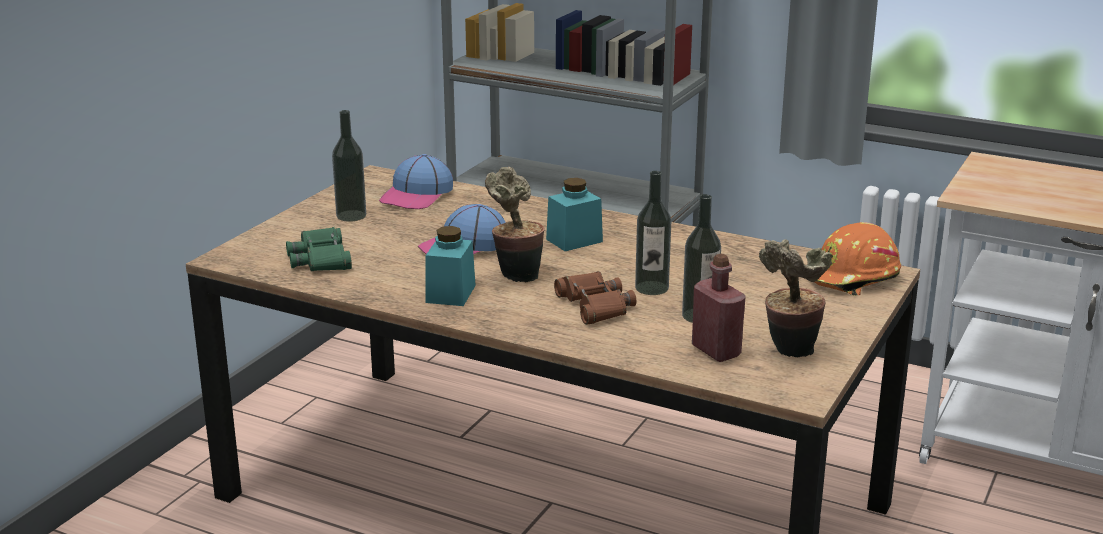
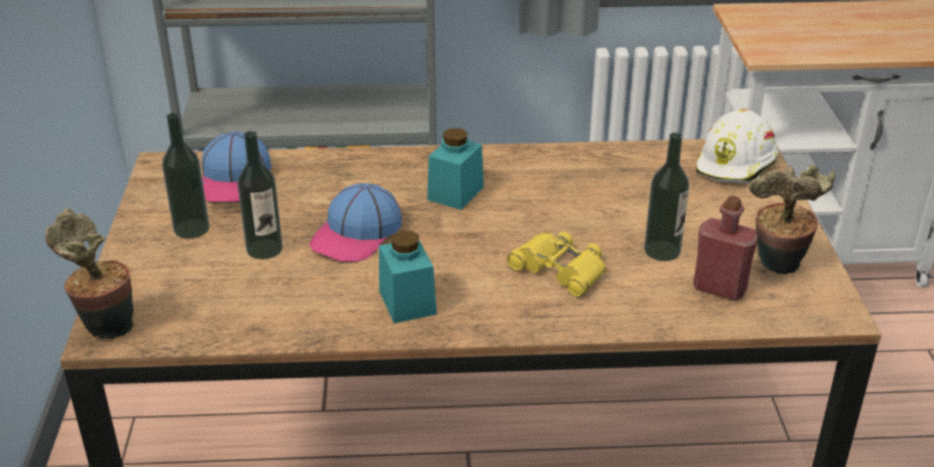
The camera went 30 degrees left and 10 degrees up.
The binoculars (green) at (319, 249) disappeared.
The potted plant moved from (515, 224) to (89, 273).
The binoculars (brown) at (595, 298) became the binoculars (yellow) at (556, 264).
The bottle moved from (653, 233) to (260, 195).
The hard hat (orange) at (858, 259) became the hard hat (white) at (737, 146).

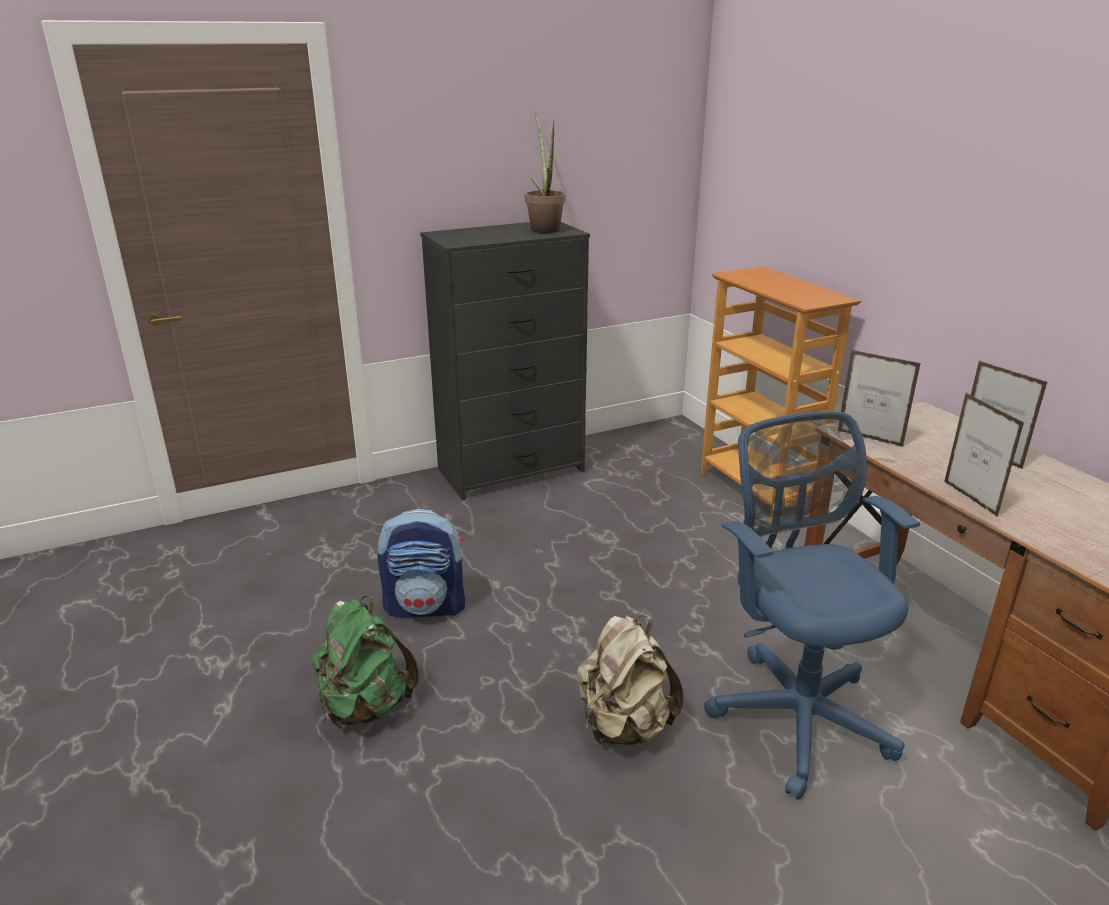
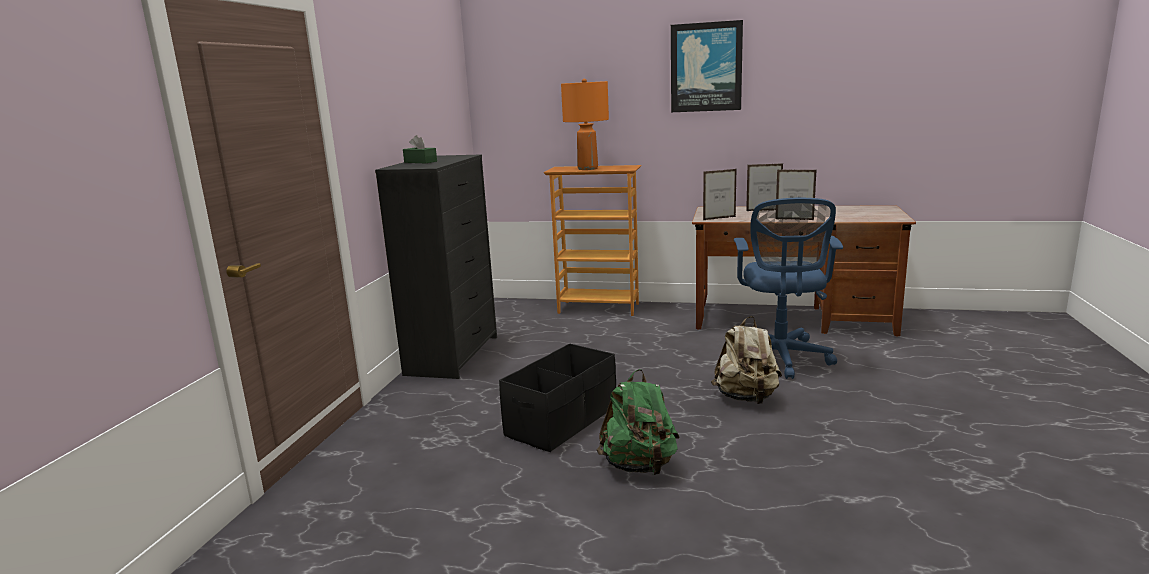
The camera went 50 degrees left and 10 degrees down.
The backpack at (421, 562) was replaced by the storage box (black) at (557, 397).
The potted plant at (545, 172) disappeared.
The office chair (blue) at (812, 605) turned 105 degrees counterclockwise.
The tissue box (green) at (420, 149) appeared.
The table lamp (orange) at (585, 124) appeared.
The picture at (707, 66) appeared.

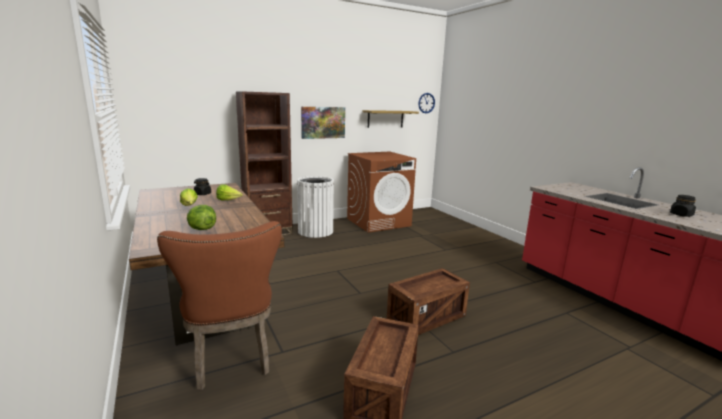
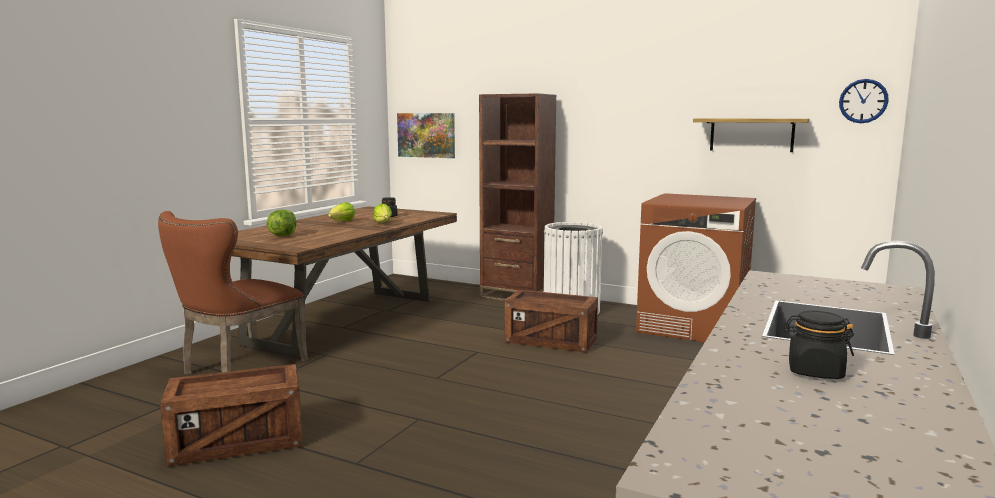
The camera went 55 degrees right and 5 degrees down.
The picture moved from (323, 123) to (426, 135).
The crate moved from (428, 301) to (551, 321).

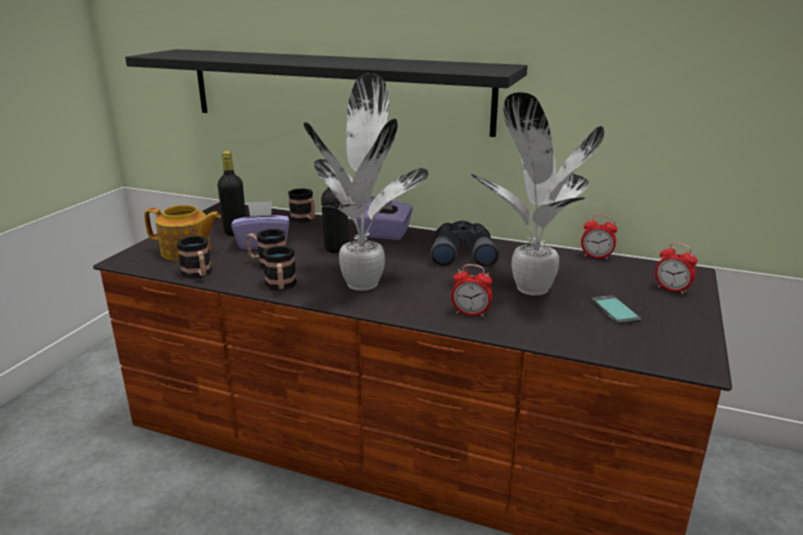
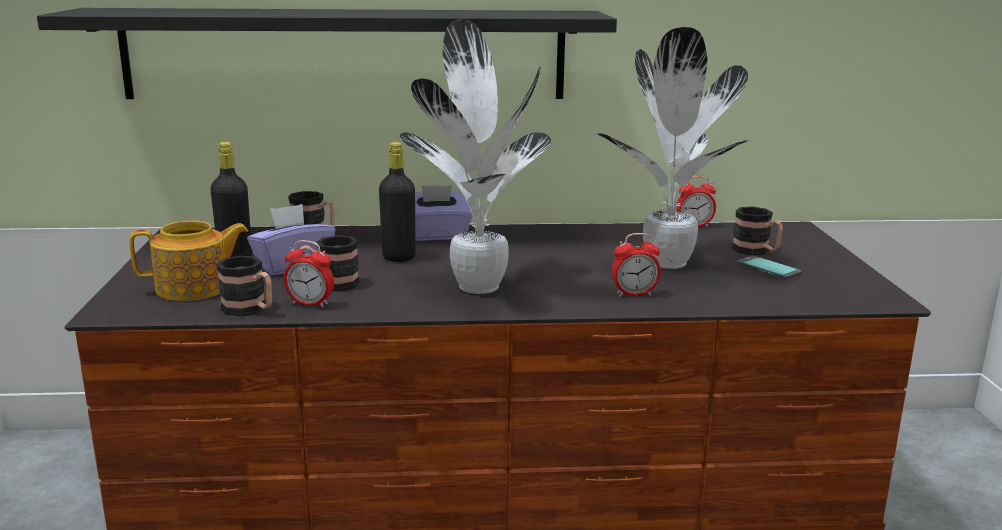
The camera went 25 degrees left and 5 degrees down.
The mug moved from (279, 268) to (757, 231).
The binoculars (grey) at (464, 244) disappeared.
The alarm clock moved from (676, 269) to (309, 274).

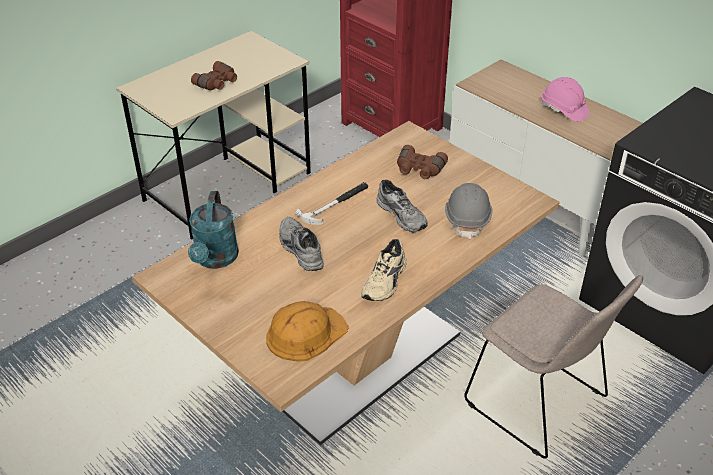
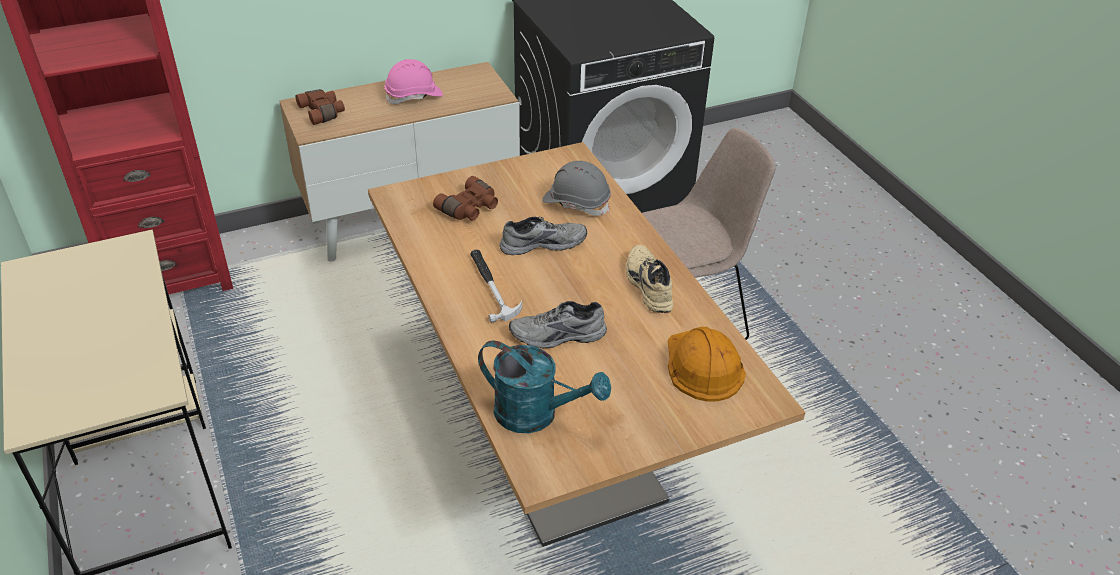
The camera went 70 degrees left and 0 degrees up.
The binoculars (brown) moved from (214, 75) to (320, 107).
The shoe (beige) at (384, 270) turned 150 degrees counterclockwise.

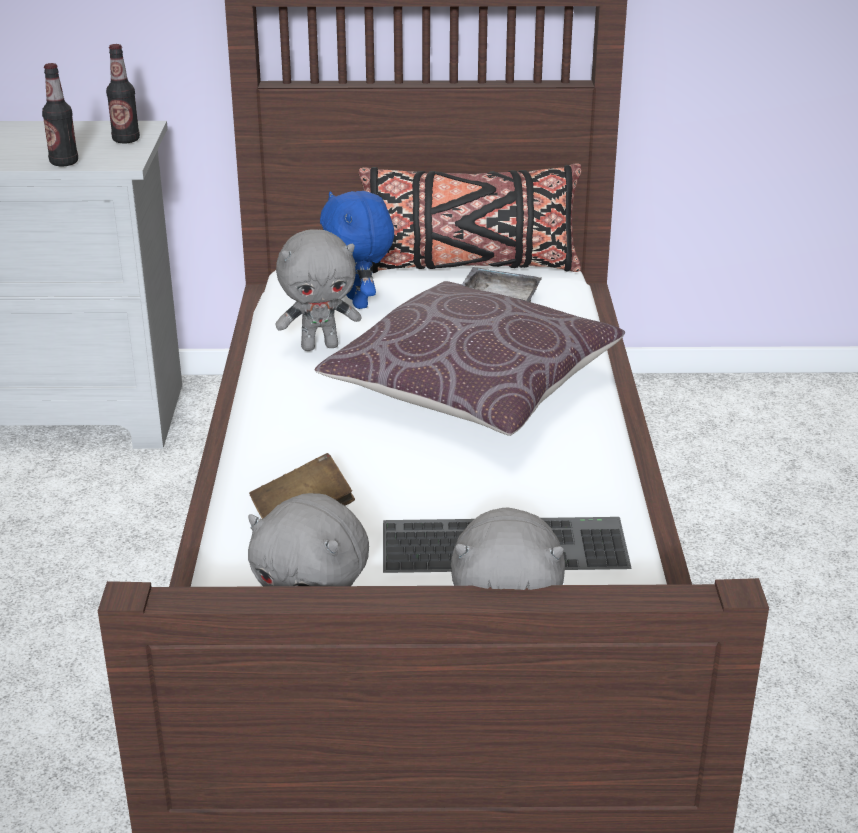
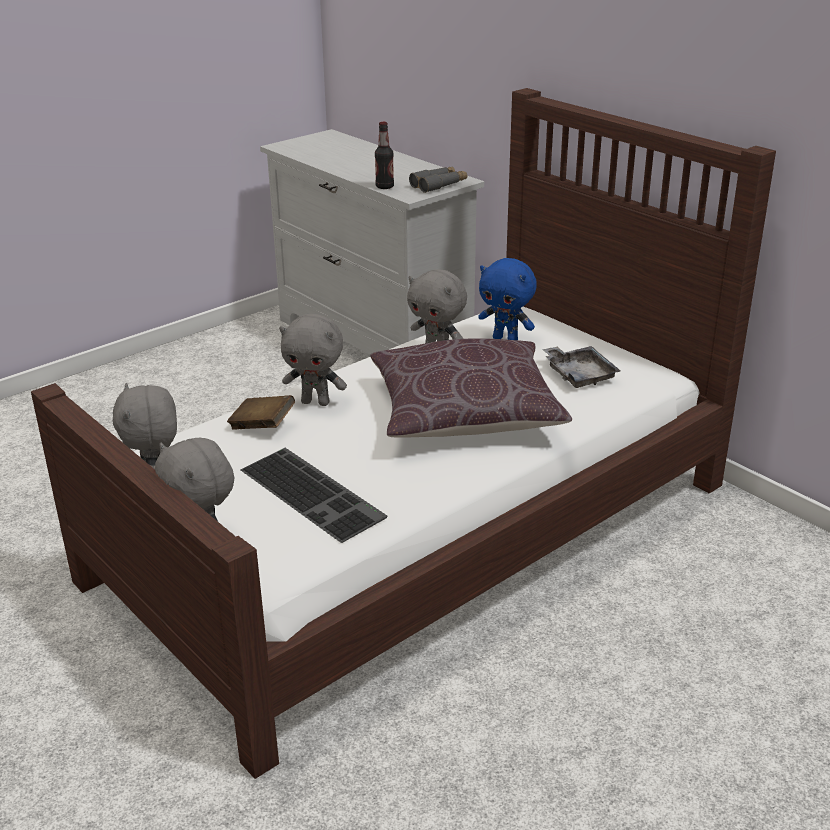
The camera went 50 degrees right and 0 degrees up.
The bottle at (123, 94) was replaced by the binoculars (grey) at (438, 180).
The plush toy (blue) at (357, 250) turned 90 degrees counterclockwise.
The pillow (black) at (470, 218) disappeared.
The plush toy (grey) at (313, 360) appeared.

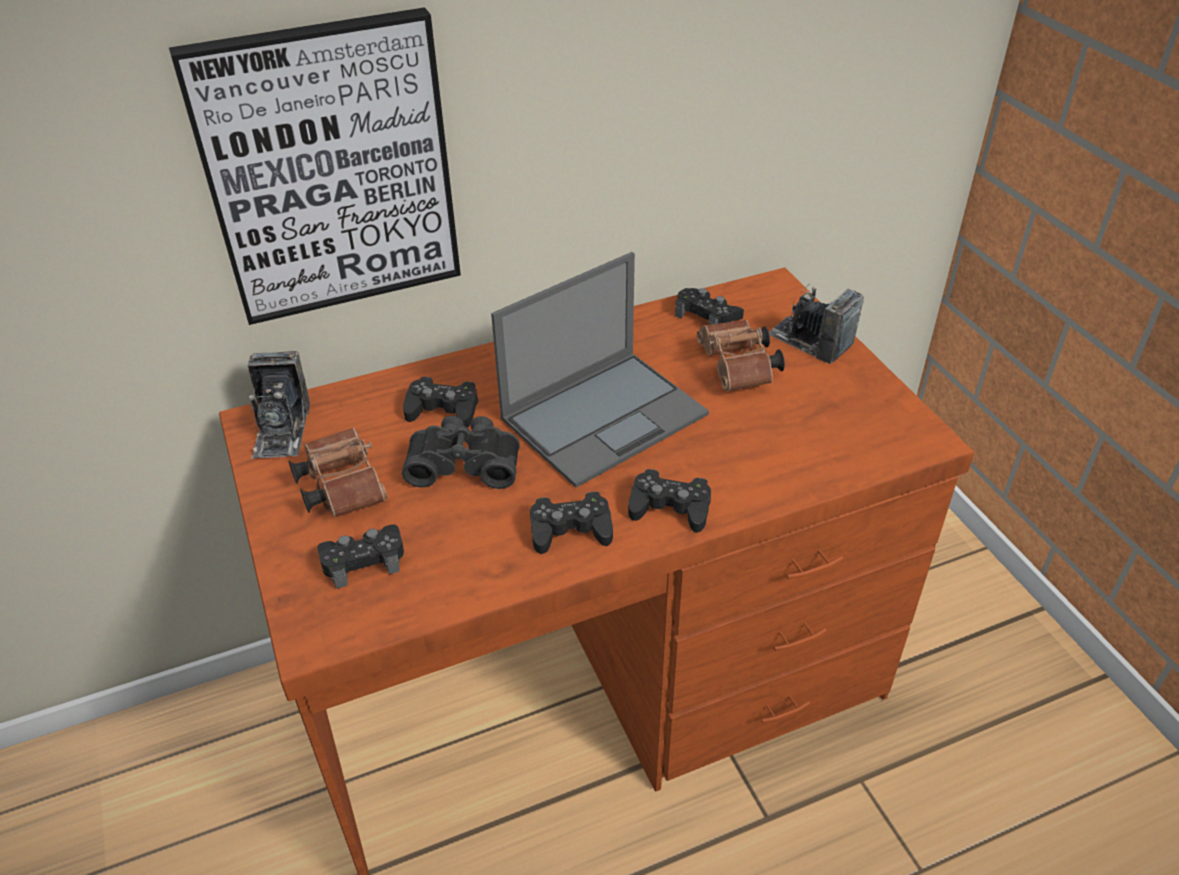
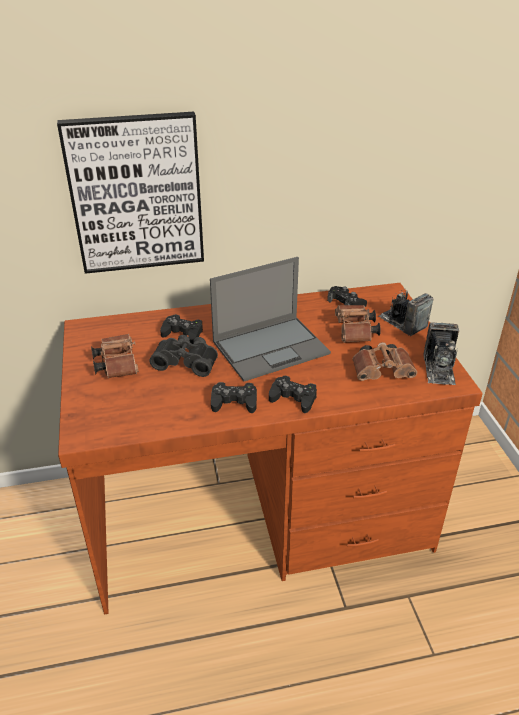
The camera went 10 degrees right and 5 degrees down.
The photo camera moved from (279, 405) to (441, 353).
The game controller (black) at (360, 556) disappeared.
The binoculars (brown) at (385, 361) appeared.

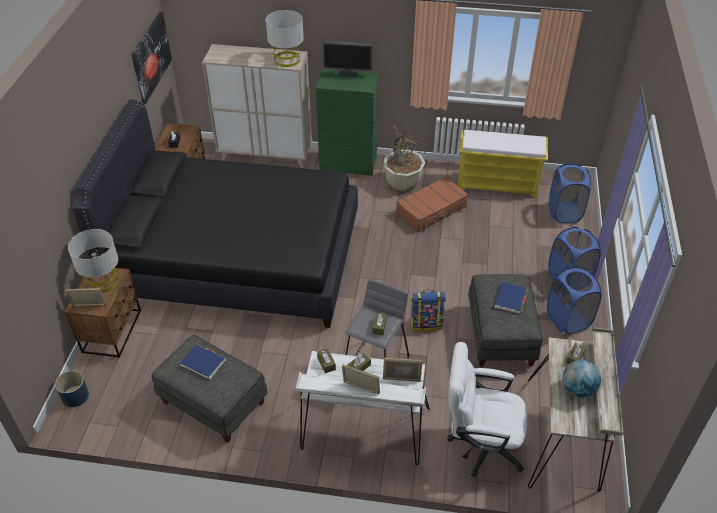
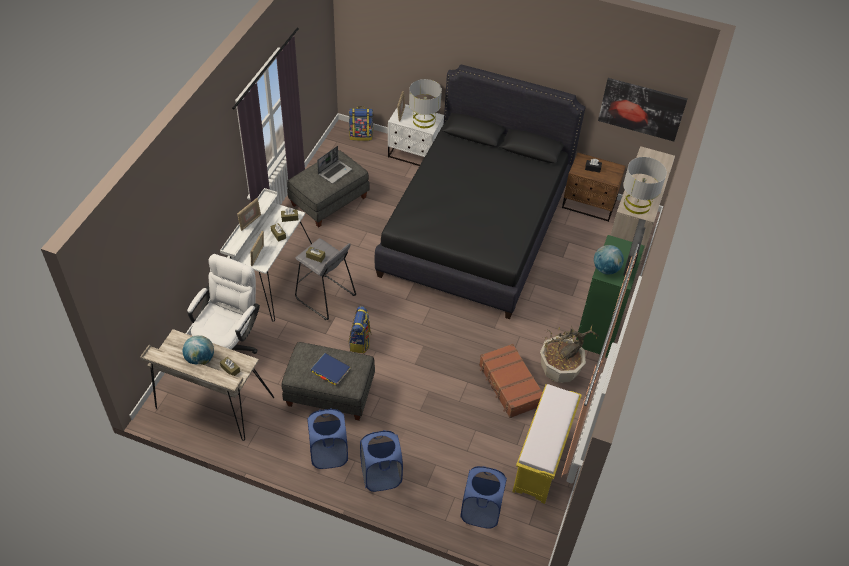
The camera went 100 degrees right and 5 degrees up.
The planter (blue) at (72, 389) was replaced by the backpack at (360, 123).
The nightstand (brown) at (102, 313) became the nightstand (white) at (416, 135).
The book (blue) at (203, 361) was replaced by the laptop at (334, 165).
The globe at (609, 260) appeared.

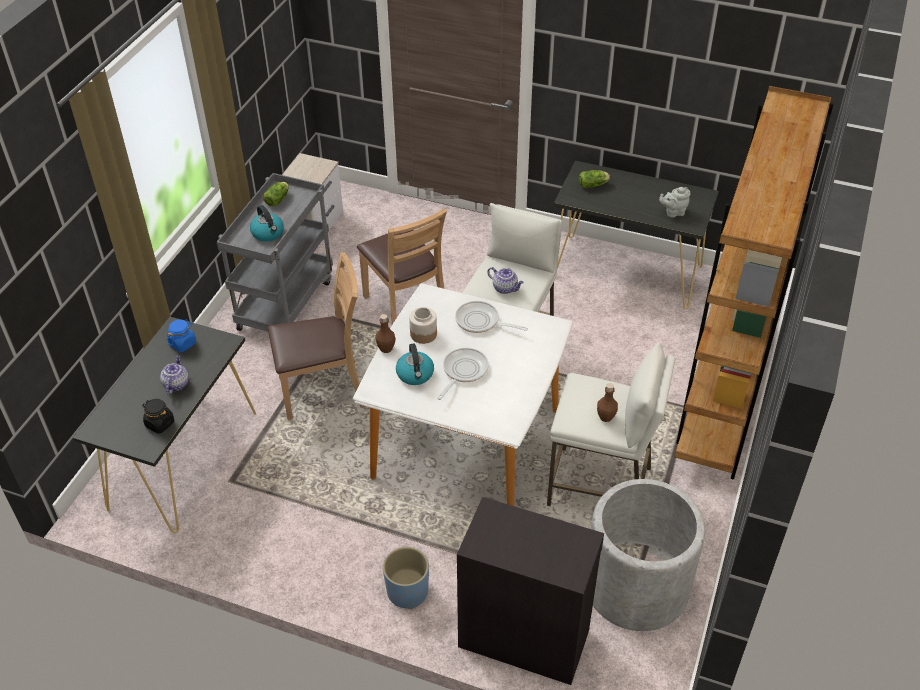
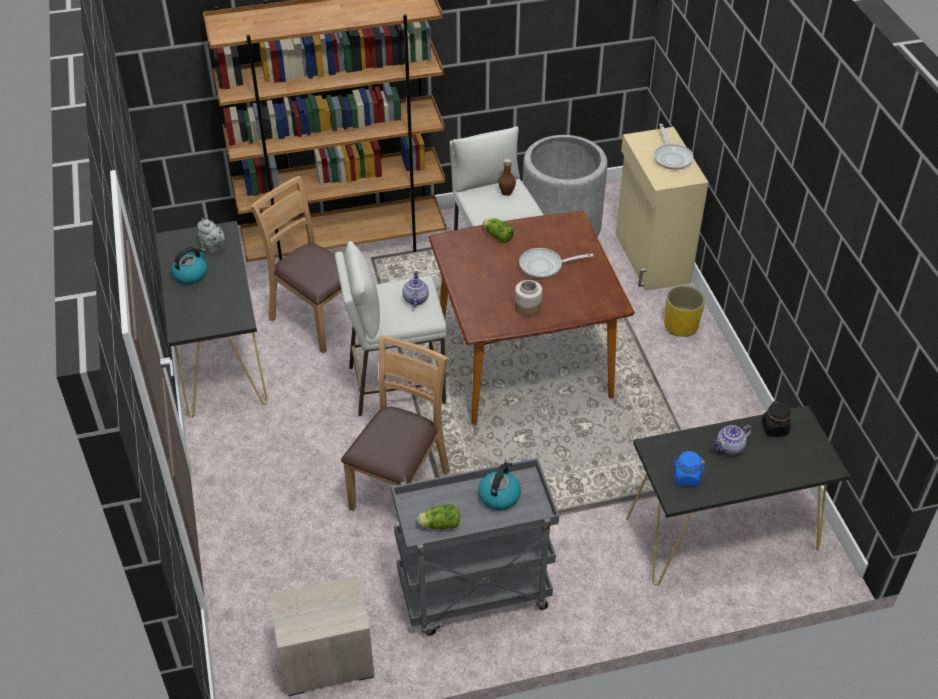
The camera went 125 degrees left and 0 degrees up.
The chair (brown) moved from (317, 336) to (296, 265).
The dining table (white) at (463, 394) became the dining table (brown) at (532, 318).
The bottle (brown) at (385, 333) disappeared.
The planter (blue) at (406, 578) became the planter (yellow) at (684, 311).
The kettle moved from (415, 364) to (189, 265).
The frying pan moved from (491, 317) to (673, 147).
The cabinet (black) at (530, 591) became the cabinet (beige) at (662, 209).
The lettuce moved from (594, 179) to (498, 230).

